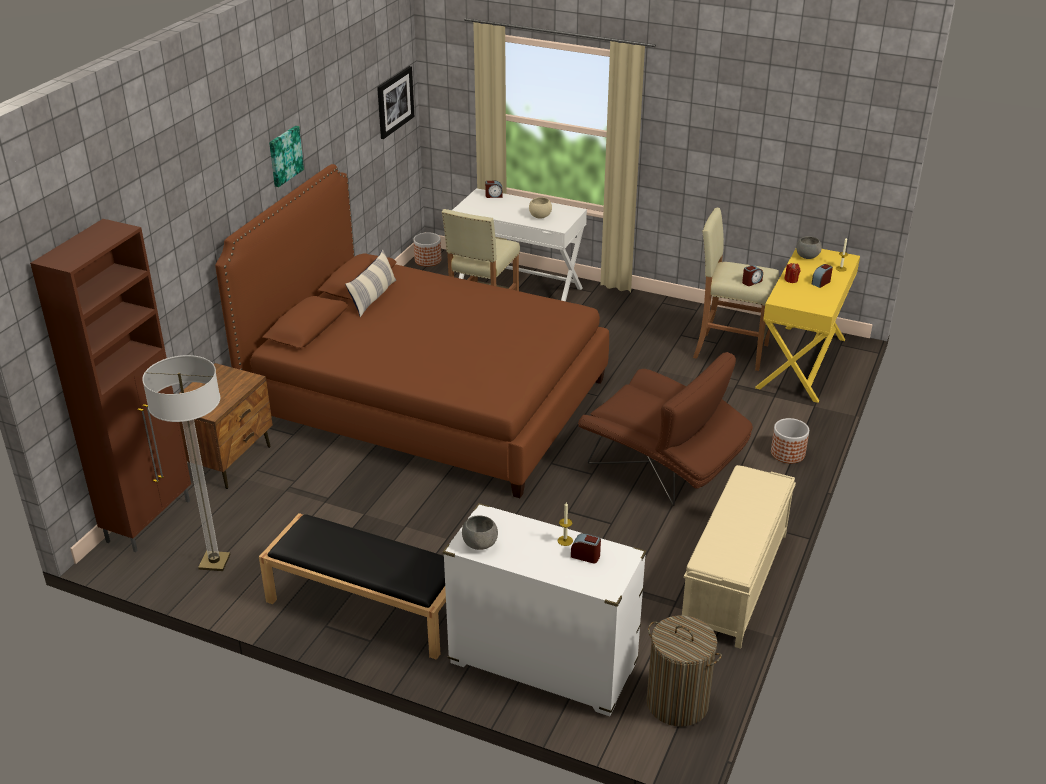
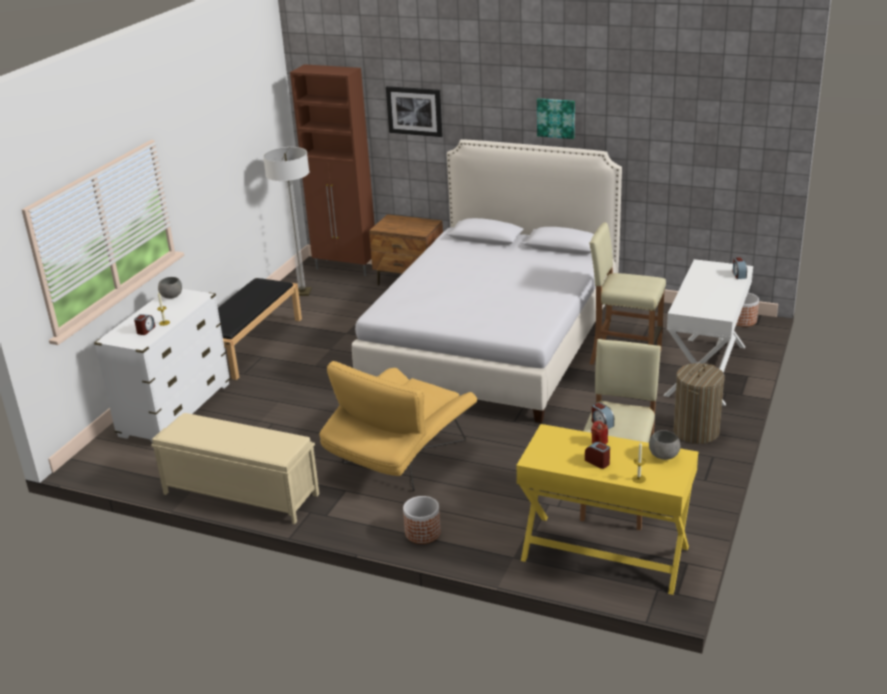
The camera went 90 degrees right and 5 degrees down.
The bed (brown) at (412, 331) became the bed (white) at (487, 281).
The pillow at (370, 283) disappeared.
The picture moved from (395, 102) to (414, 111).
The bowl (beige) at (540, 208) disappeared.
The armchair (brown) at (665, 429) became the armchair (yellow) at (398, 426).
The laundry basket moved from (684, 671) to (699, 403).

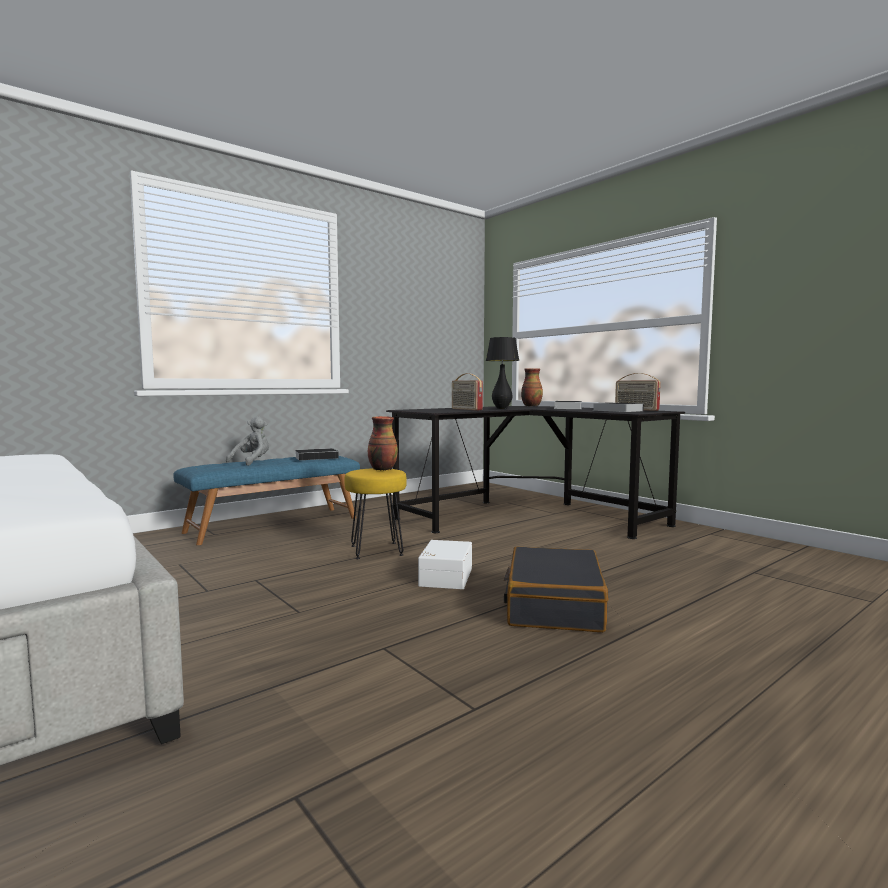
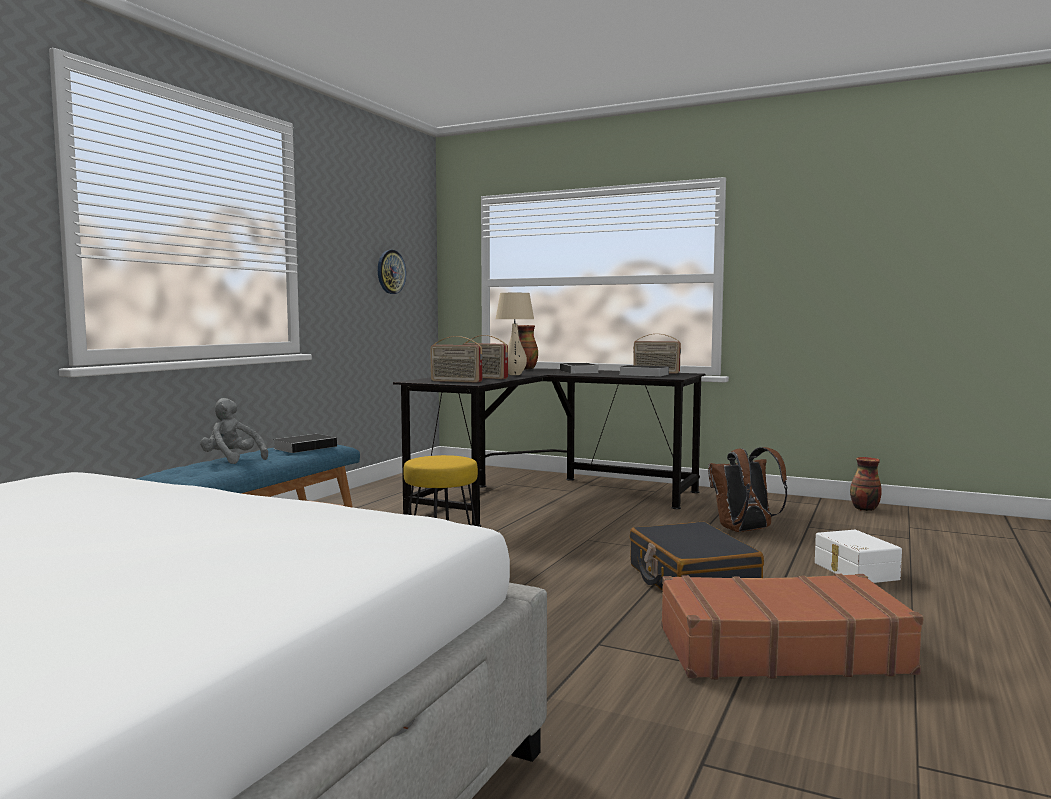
The camera went 25 degrees left and 0 degrees up.
The plush toy (grey) at (247, 441) turned 60 degrees counterclockwise.
The vase moved from (383, 443) to (866, 484).
The storage box (white) moved from (445, 564) to (858, 556).
The table lamp (black) at (502, 373) became the table lamp (beige) at (515, 334).
The wall clock at (392, 272) appeared.
The radio at (456, 359) appeared.
The suitcase (brown) at (792, 626) appeared.
The backpack (brown) at (748, 489) appeared.

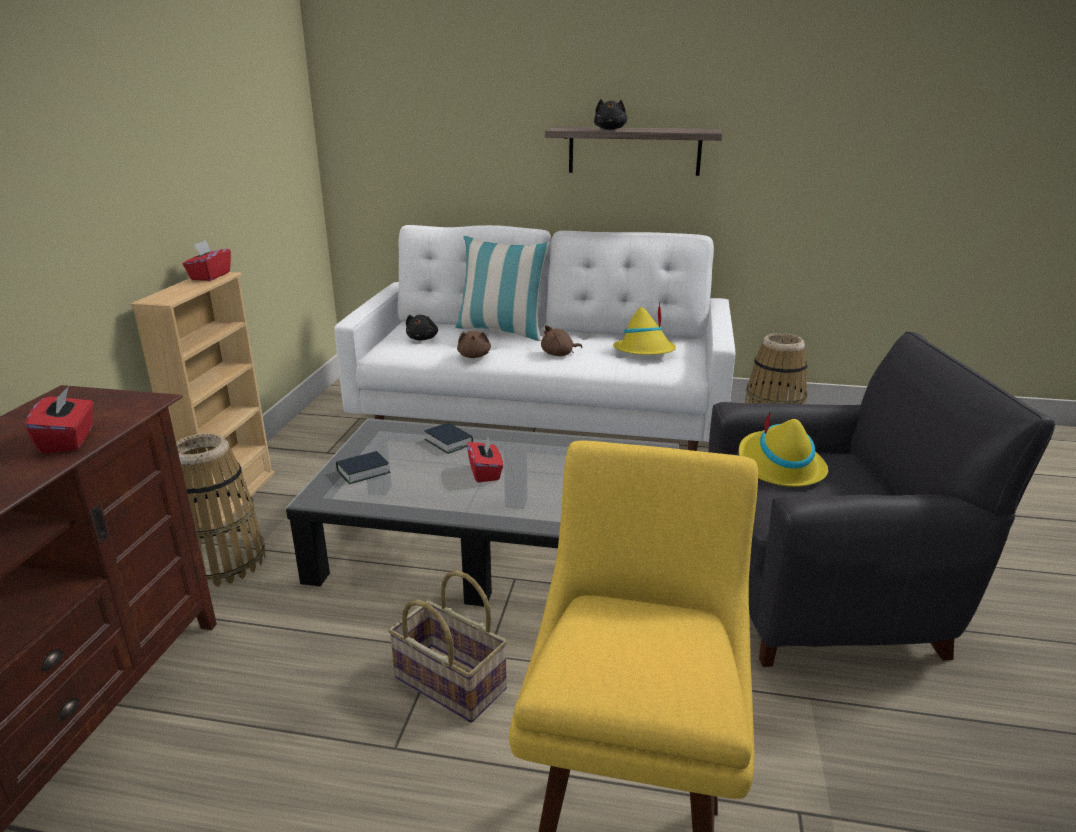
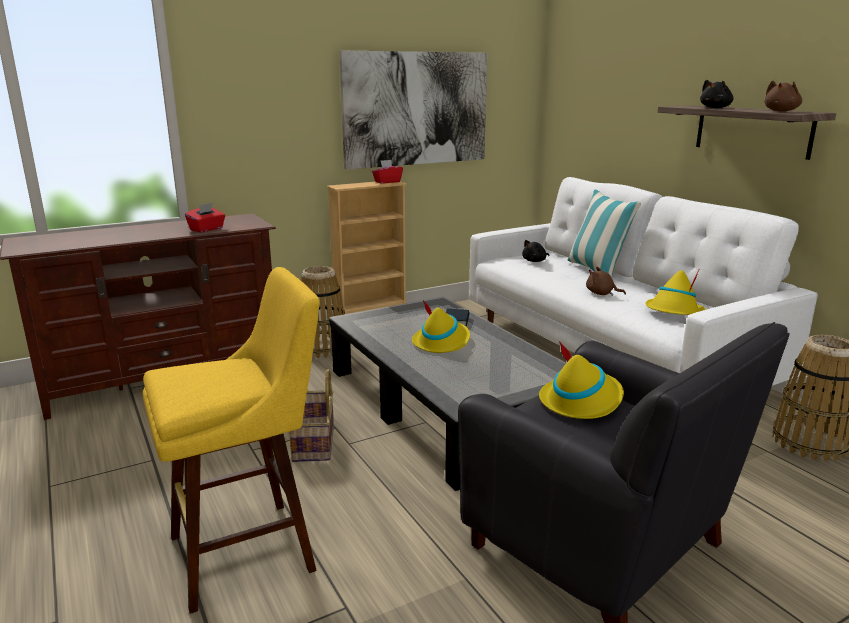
The camera went 50 degrees right and 5 degrees down.
The book at (363, 467) disappeared.
The plush toy (brown) moved from (474, 344) to (783, 96).
The tissue box (red) at (485, 460) was replaced by the hat (yellow) at (441, 326).
The picture at (413, 109) appeared.

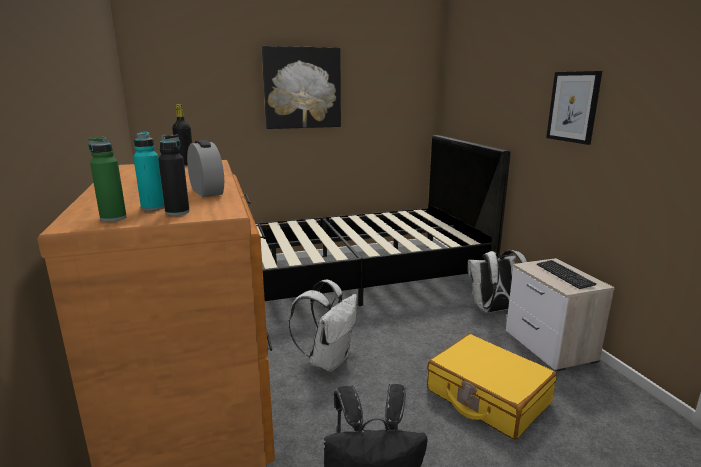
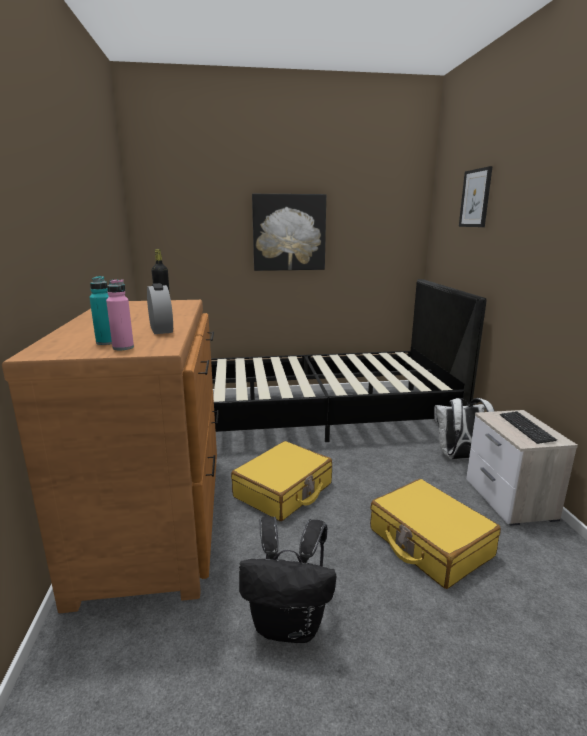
The camera went 10 degrees right and 0 degrees up.
The bottle (green) at (107, 179) disappeared.
The bottle (black) at (174, 175) became the bottle (pink) at (120, 314).
The backpack (white) at (323, 325) was replaced by the suitcase (yellow) at (281, 481).
The picture moved from (574, 108) to (476, 196).

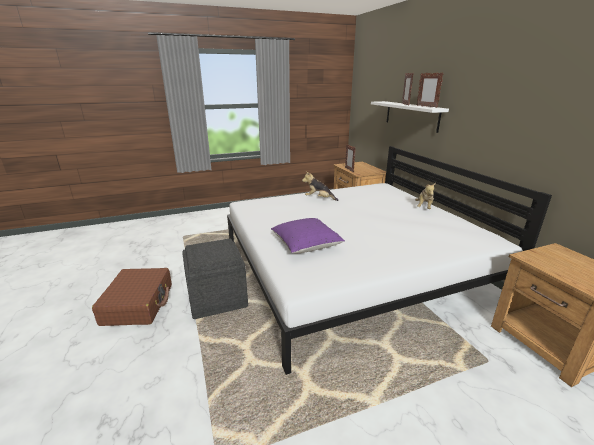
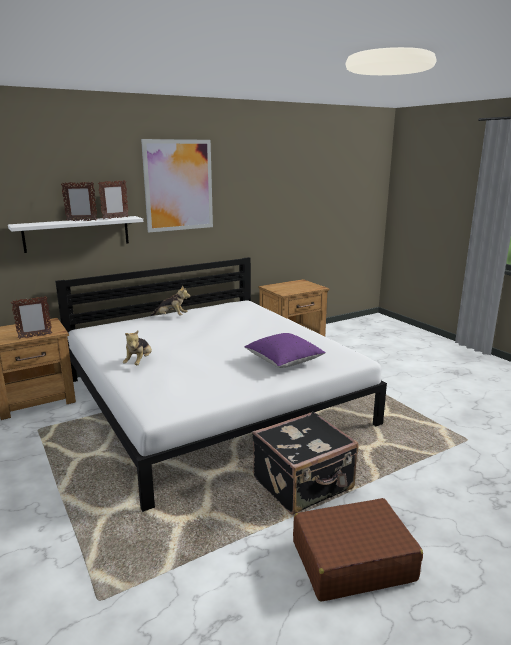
The camera went 100 degrees left and 5 degrees down.
The ottoman (grey) at (215, 278) was replaced by the suitcase (black) at (305, 462).
The picture at (177, 185) appeared.

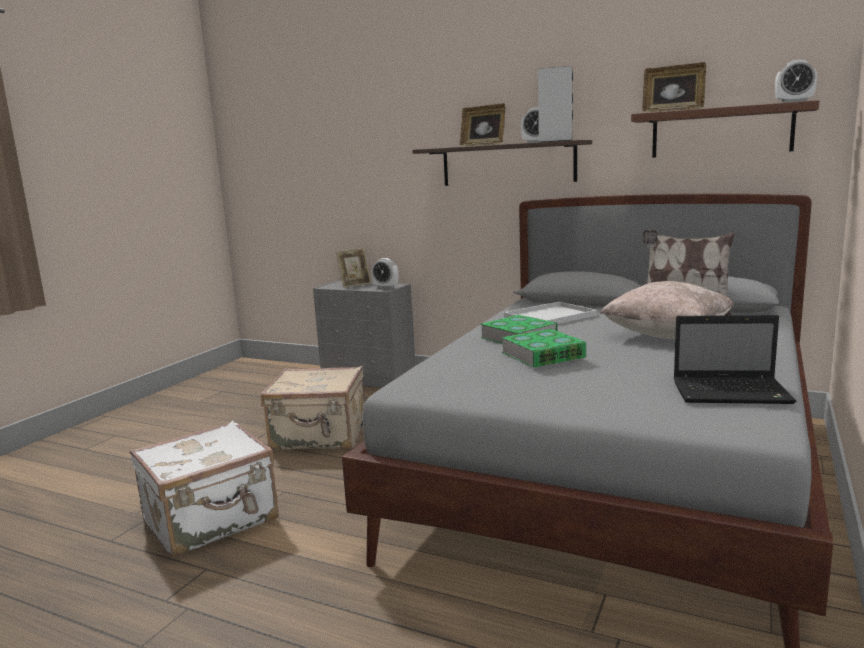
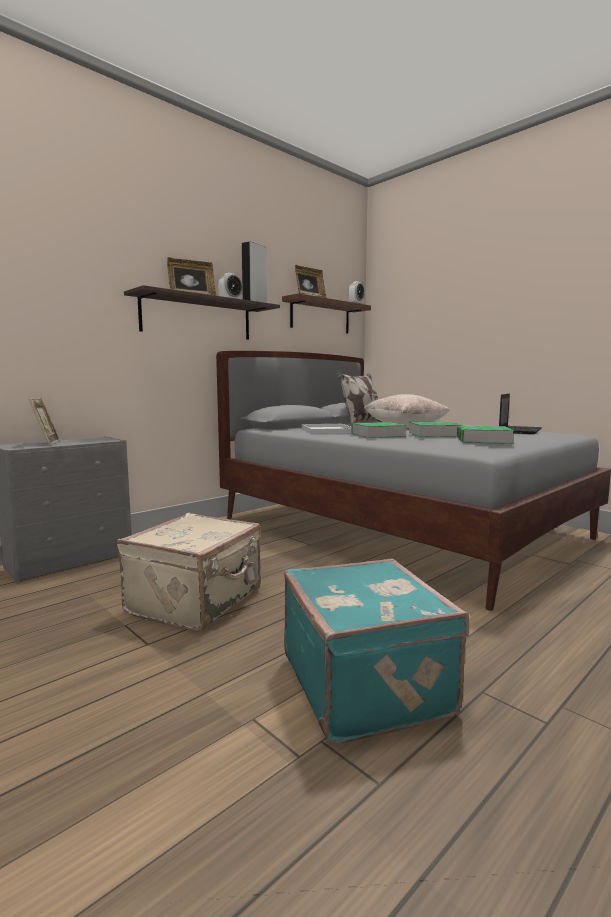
The camera went 70 degrees left and 5 degrees down.
The suitcase (white) at (204, 489) became the suitcase (turquoise) at (377, 651).
The alarm clock at (385, 273) disappeared.
The book at (485, 434) appeared.

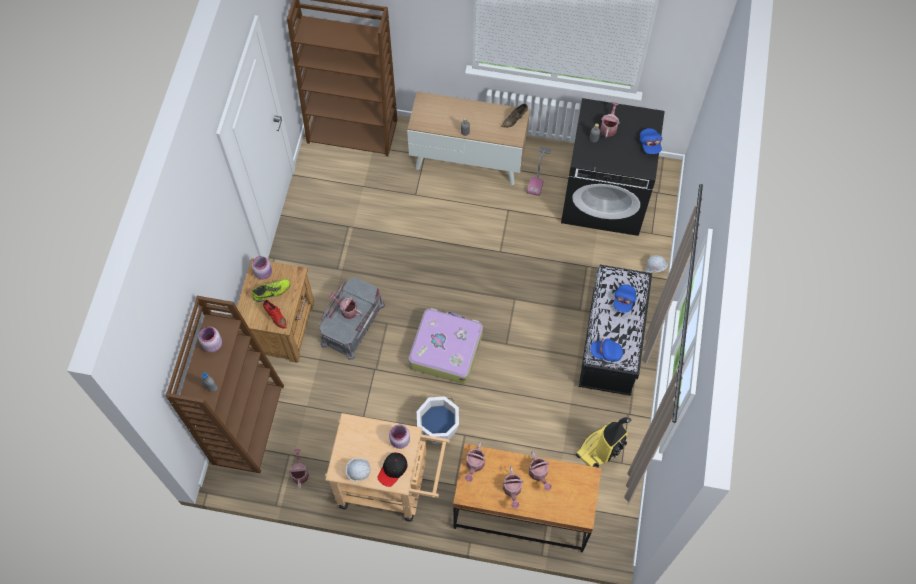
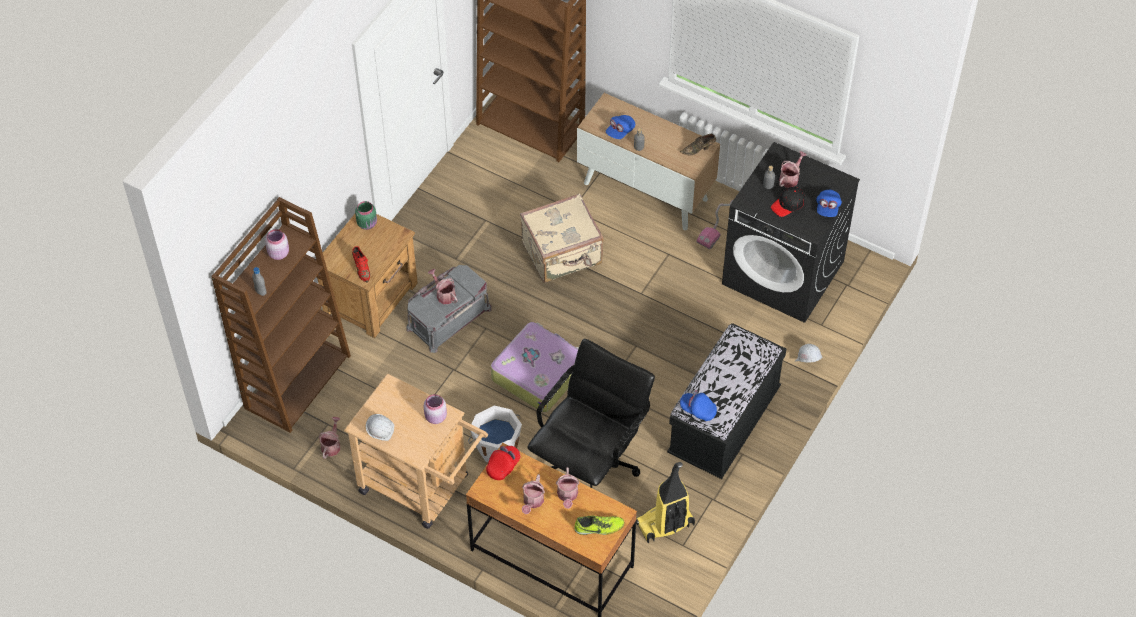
The camera went 20 degrees right and 10 degrees down.
The jar (pink) at (262, 268) became the jar (green) at (366, 215).
The shoe moved from (271, 290) to (599, 525).
The cap (black) moved from (392, 470) to (788, 202).
The watering can at (475, 462) was replaced by the cap (red) at (503, 463).
The cap (blue) moved from (625, 298) to (620, 127).
The suitcase (beige) at (562, 238) appeared.
The office chair (black) at (591, 413) appeared.

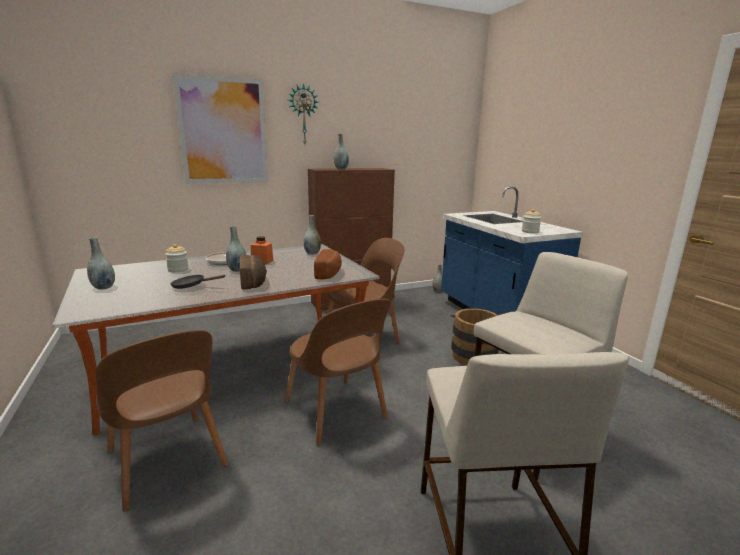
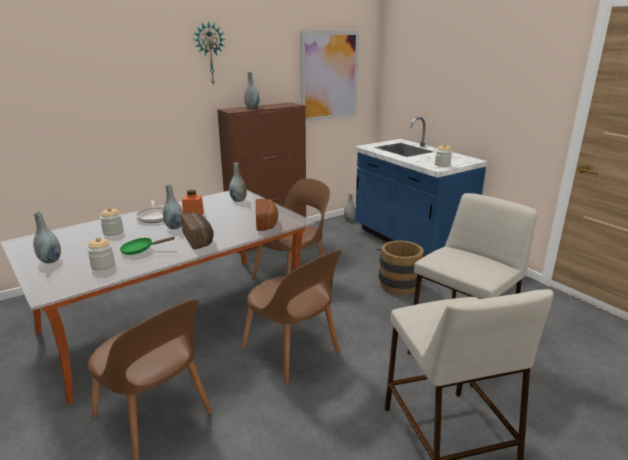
The camera went 10 degrees left and 5 degrees up.
The frying pan (black) at (197, 282) became the frying pan (green) at (147, 245).
The picture moved from (220, 128) to (329, 76).
The jar at (101, 254) appeared.

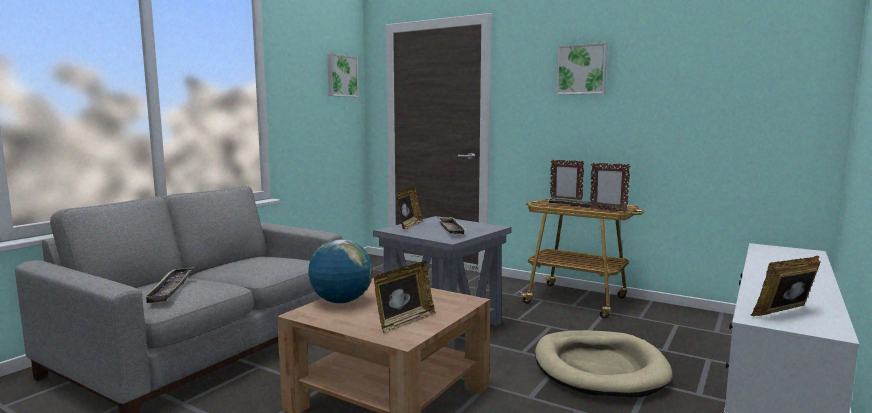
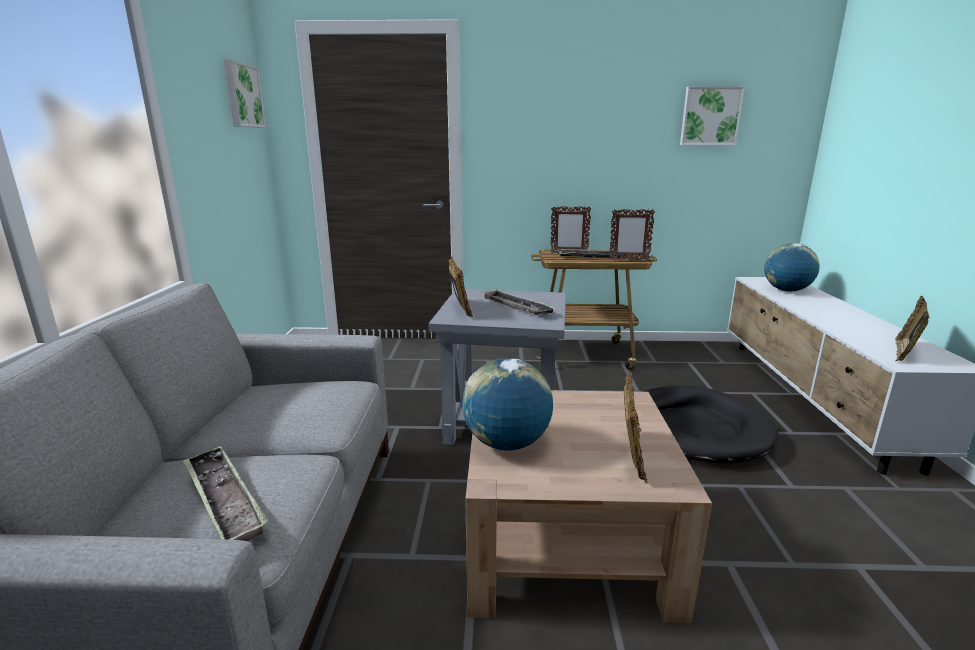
The camera went 30 degrees left and 10 degrees up.
The dog bed (beige) at (604, 363) became the dog bed (black) at (710, 424).
The picture moved from (582, 69) to (712, 115).
The globe at (792, 267) appeared.

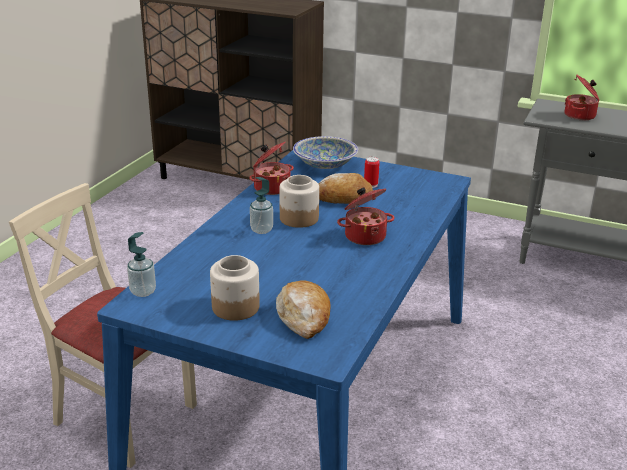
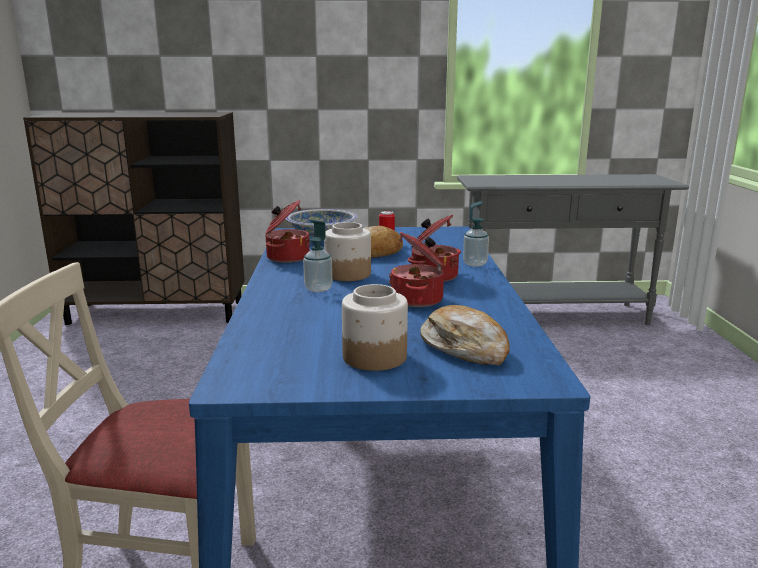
The camera went 25 degrees left and 10 degrees down.
The soap dispenser moved from (141, 264) to (476, 234).
The cooking pot moved from (582, 97) to (417, 269).

